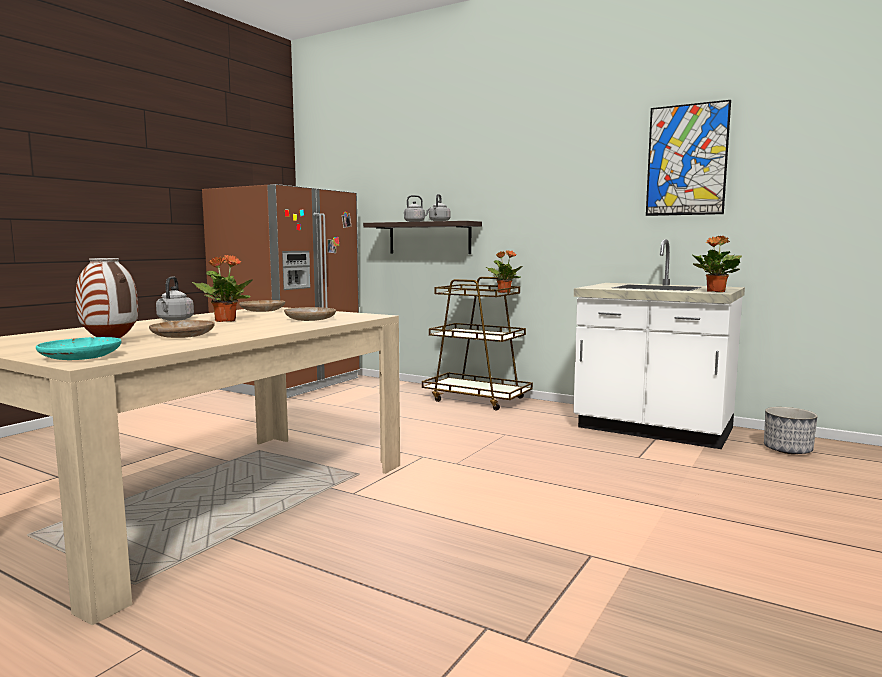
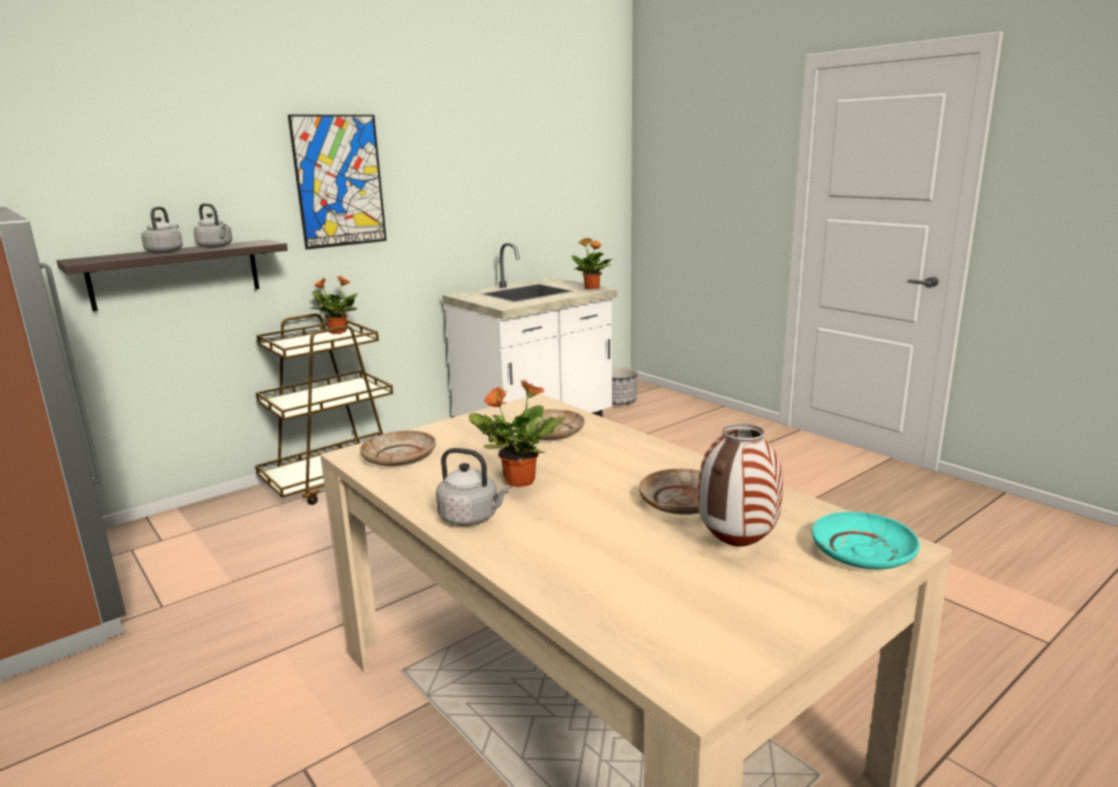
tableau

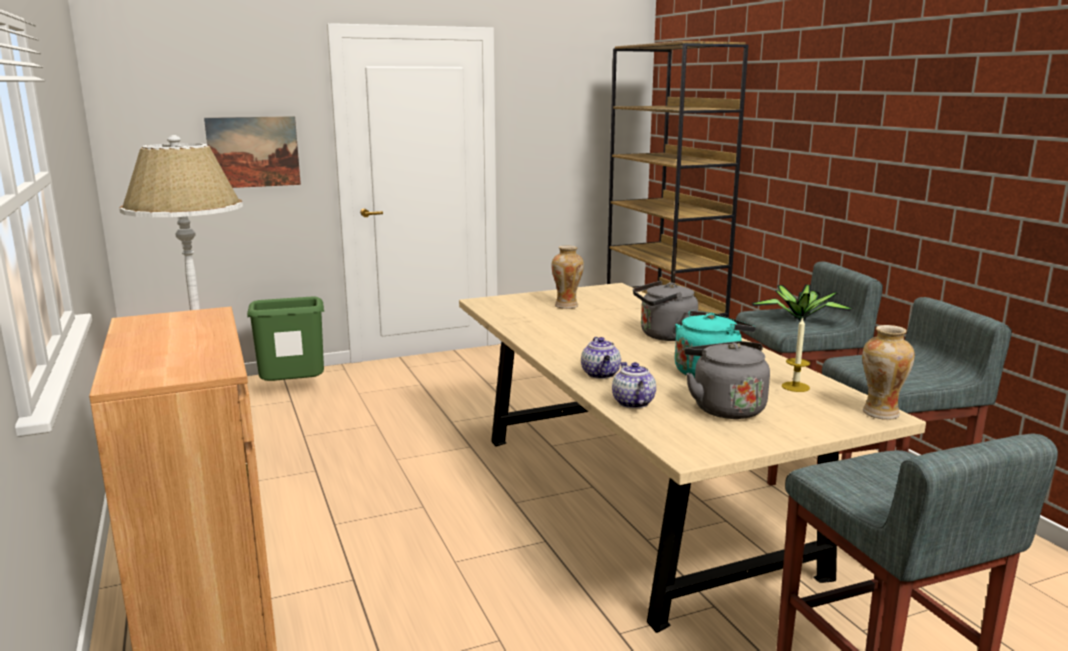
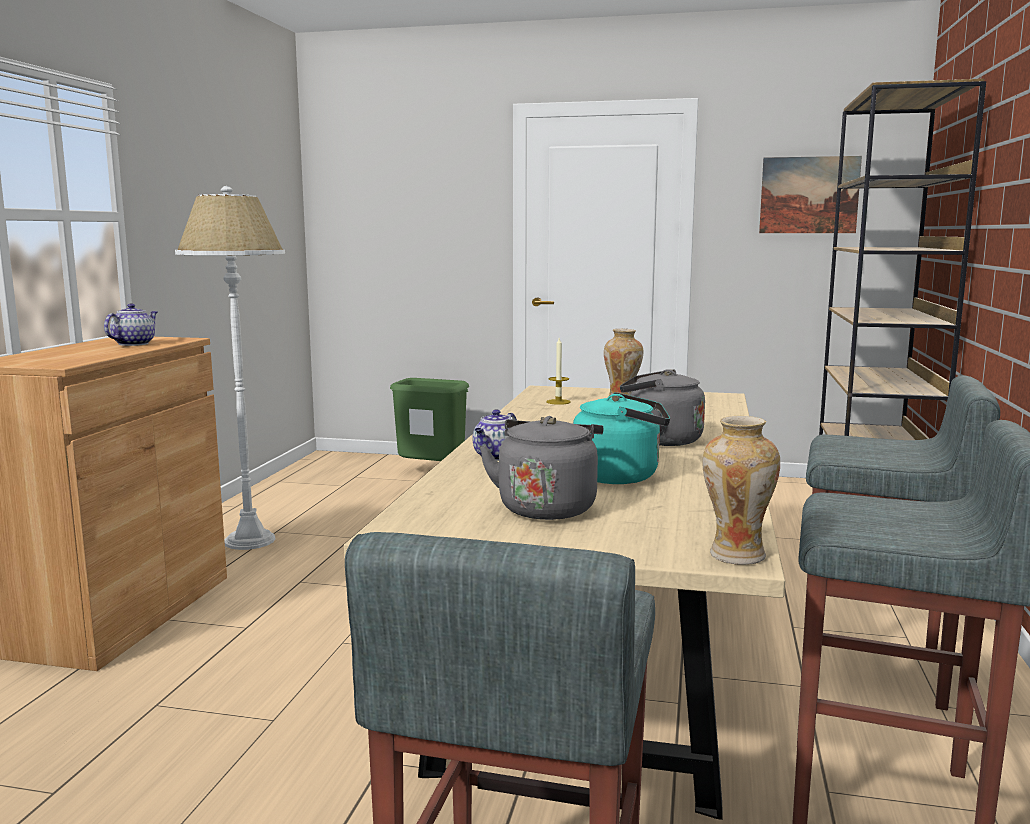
plante en pot; tableau; théière (1st from left); bougie

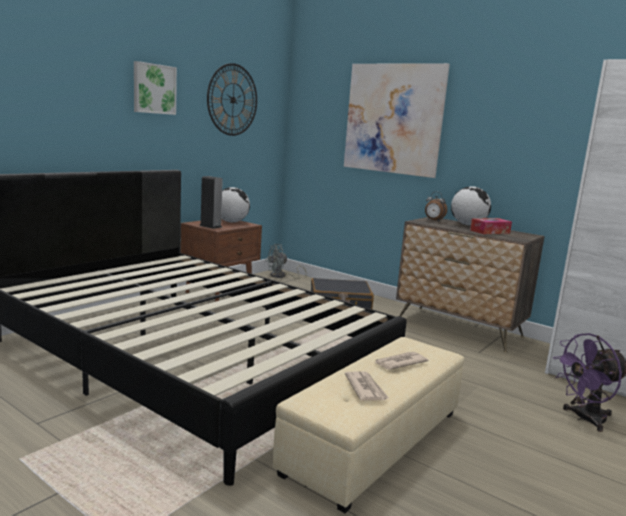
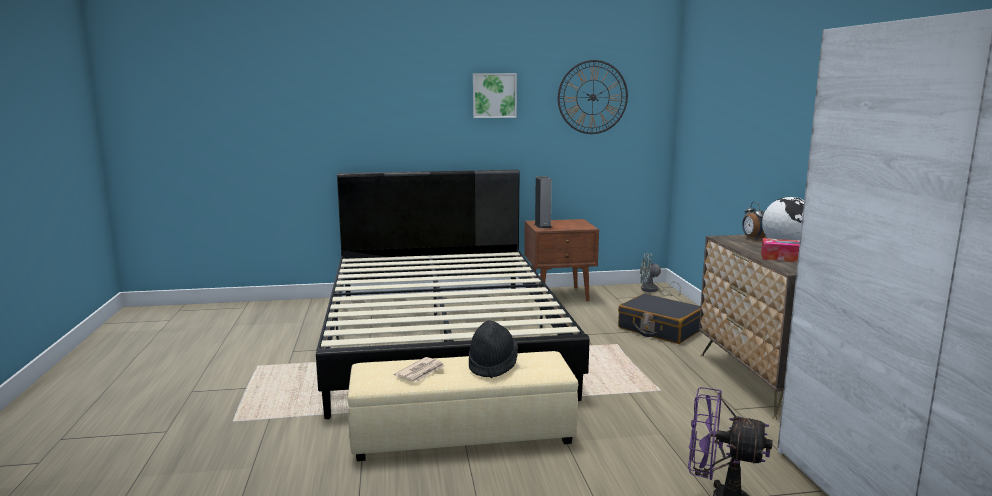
globe (1st from left in the first image); tableau (2nd from left in the first image); chapeau (noir)

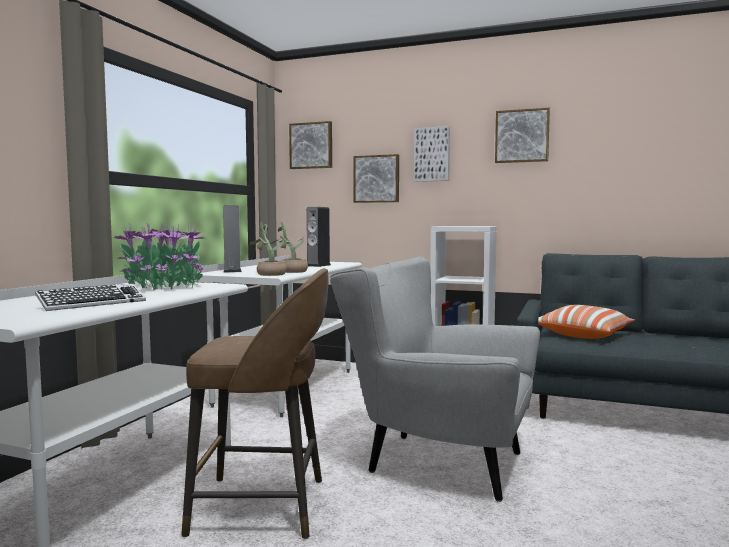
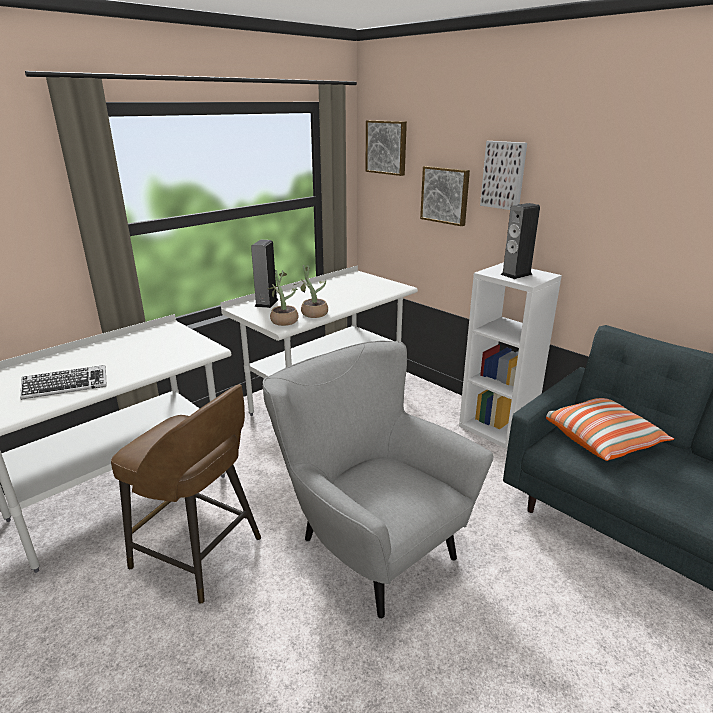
plante en pot (1st from left in the first image); tableau (4th from left in the first image); enceinte (2nd from left)

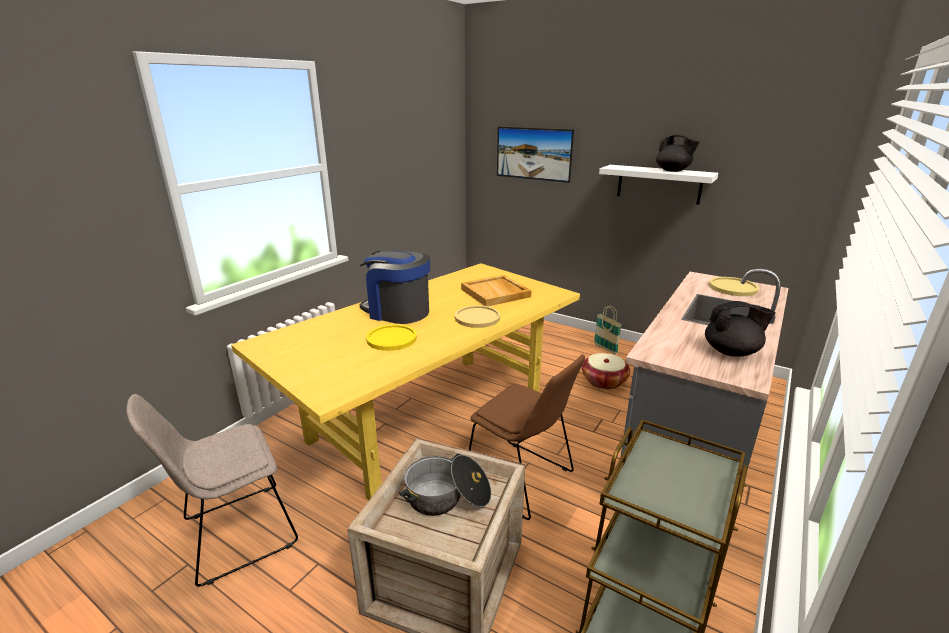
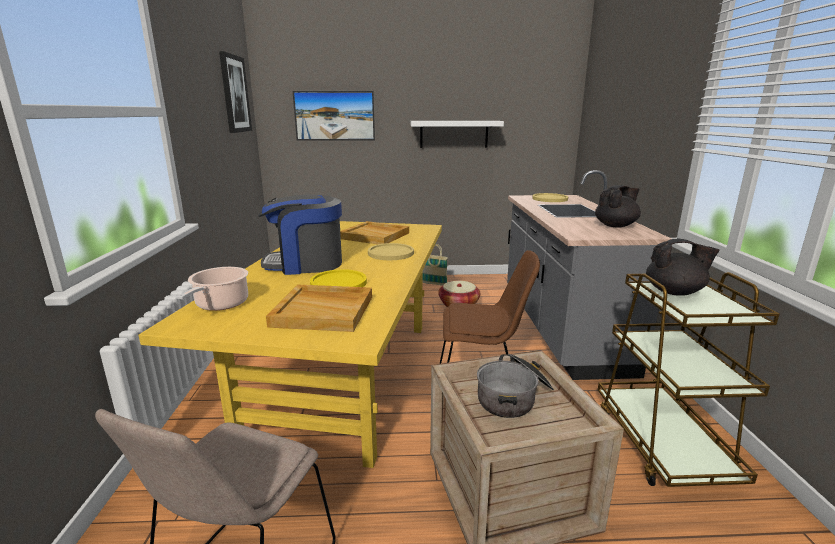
marmite (1st from left); tableau (1st from left); plateau (beige) (1st from left); théière (noir) (2nd from left)

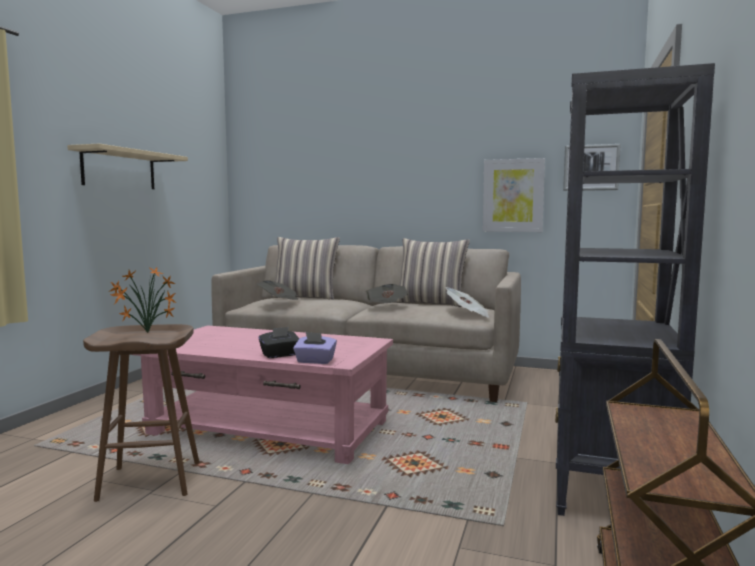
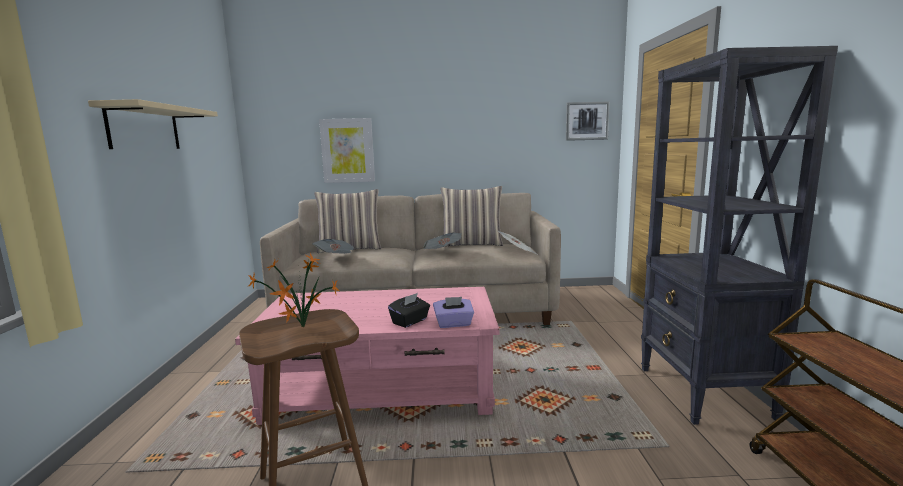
tableau (1st from left)

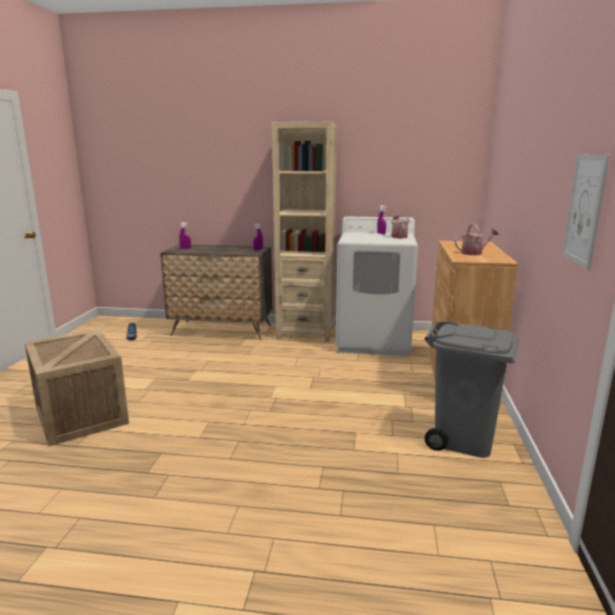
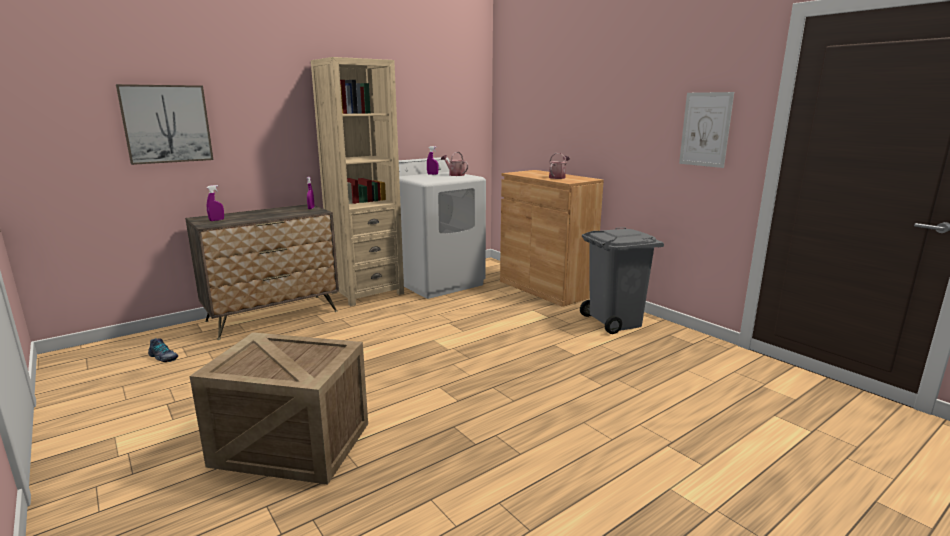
tableau (1st from left)

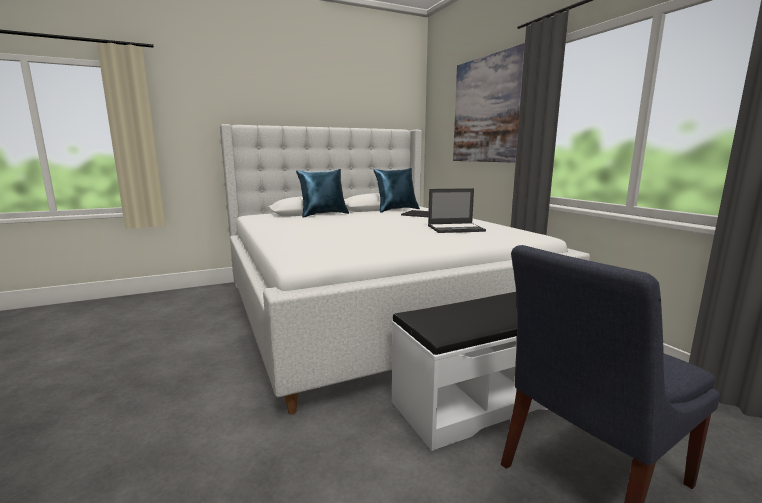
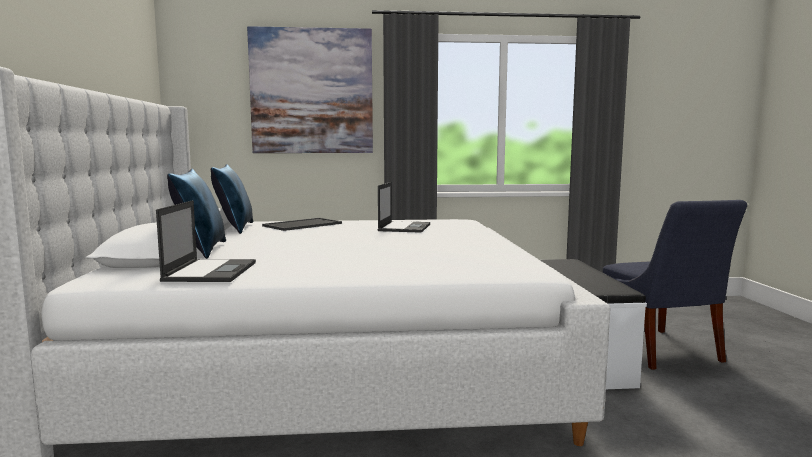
ordinateur portable (1st from left)

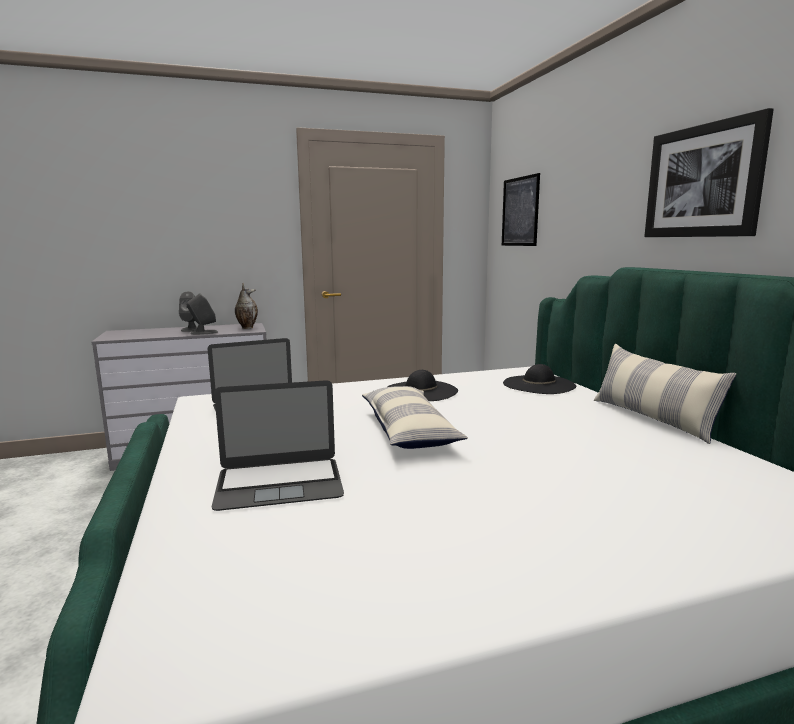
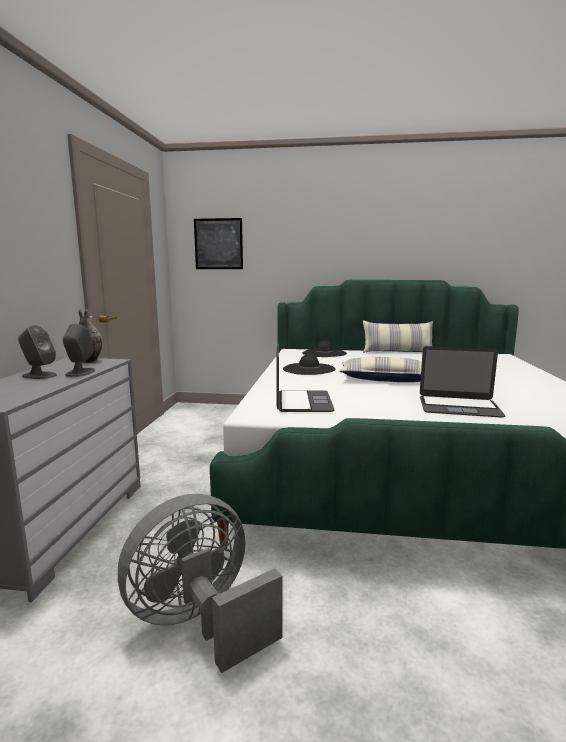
tableau (2nd from left in the first image); ventilateur (gris); ordinateur portable (2nd from left)

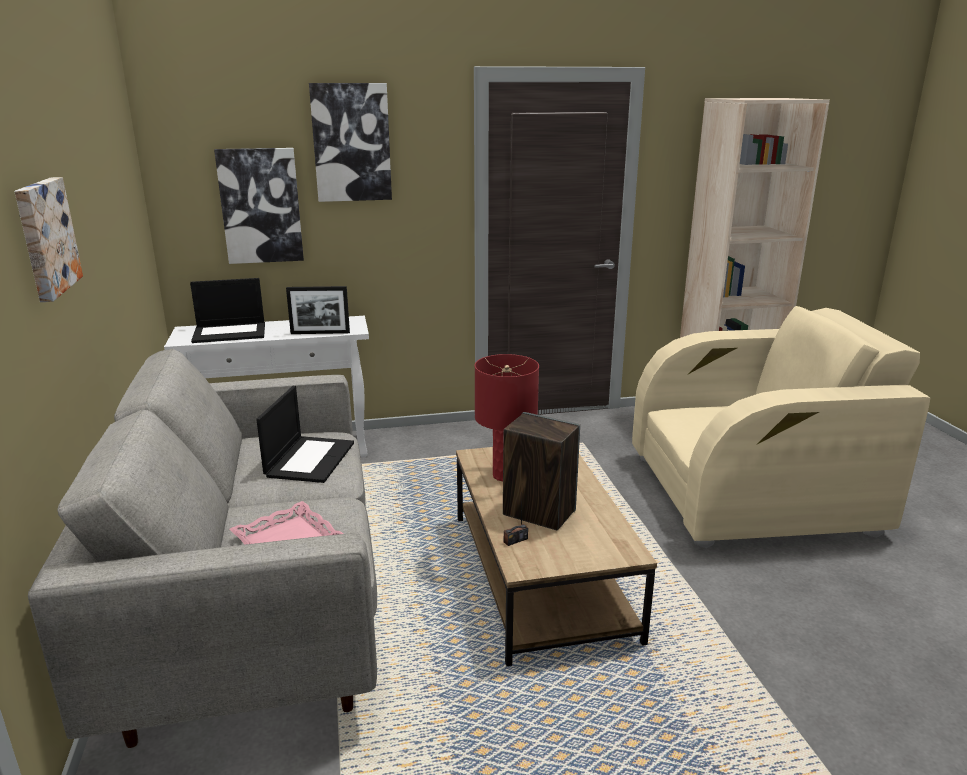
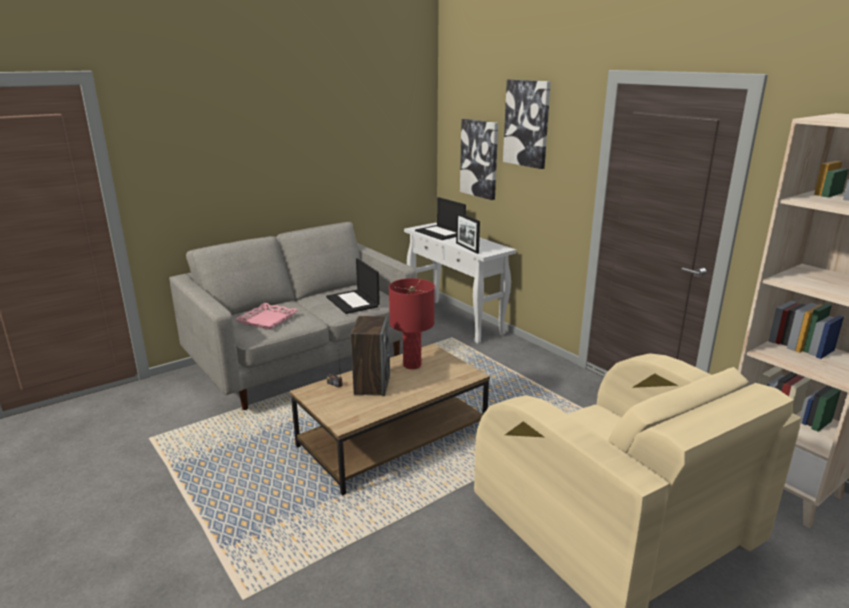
tableau (1st from left in the first image); ordinateur portable (1st from left)

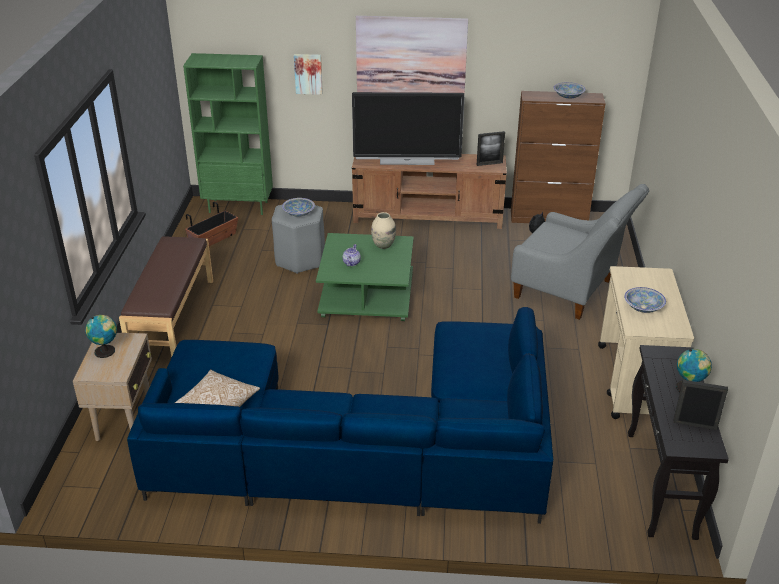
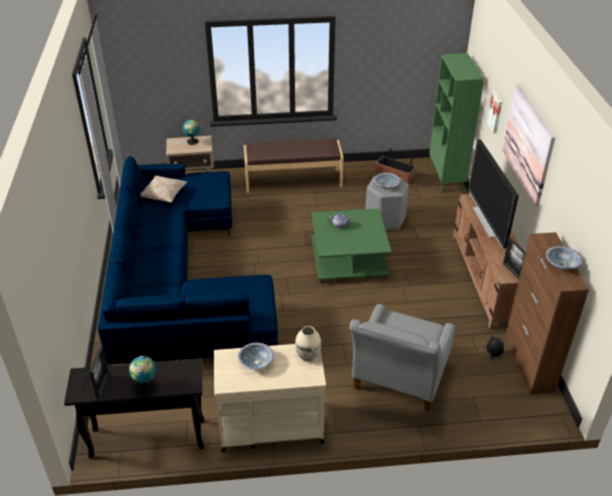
vase (beige)

